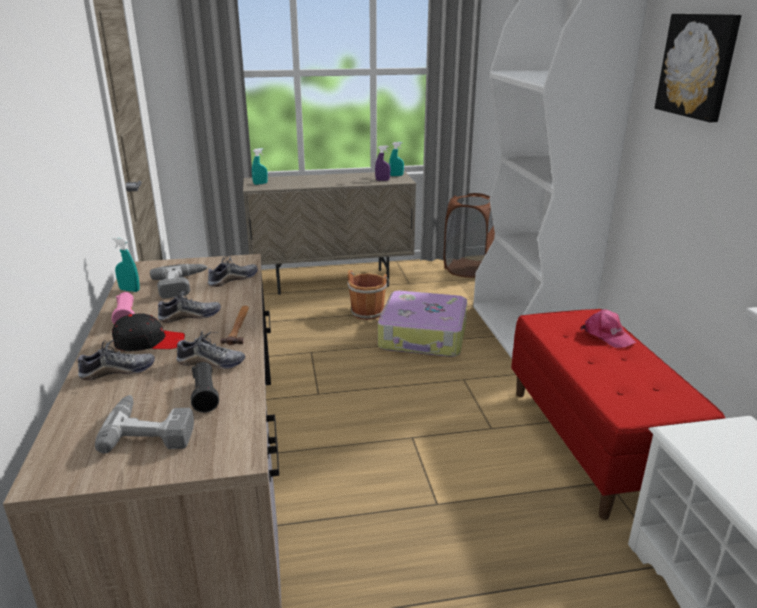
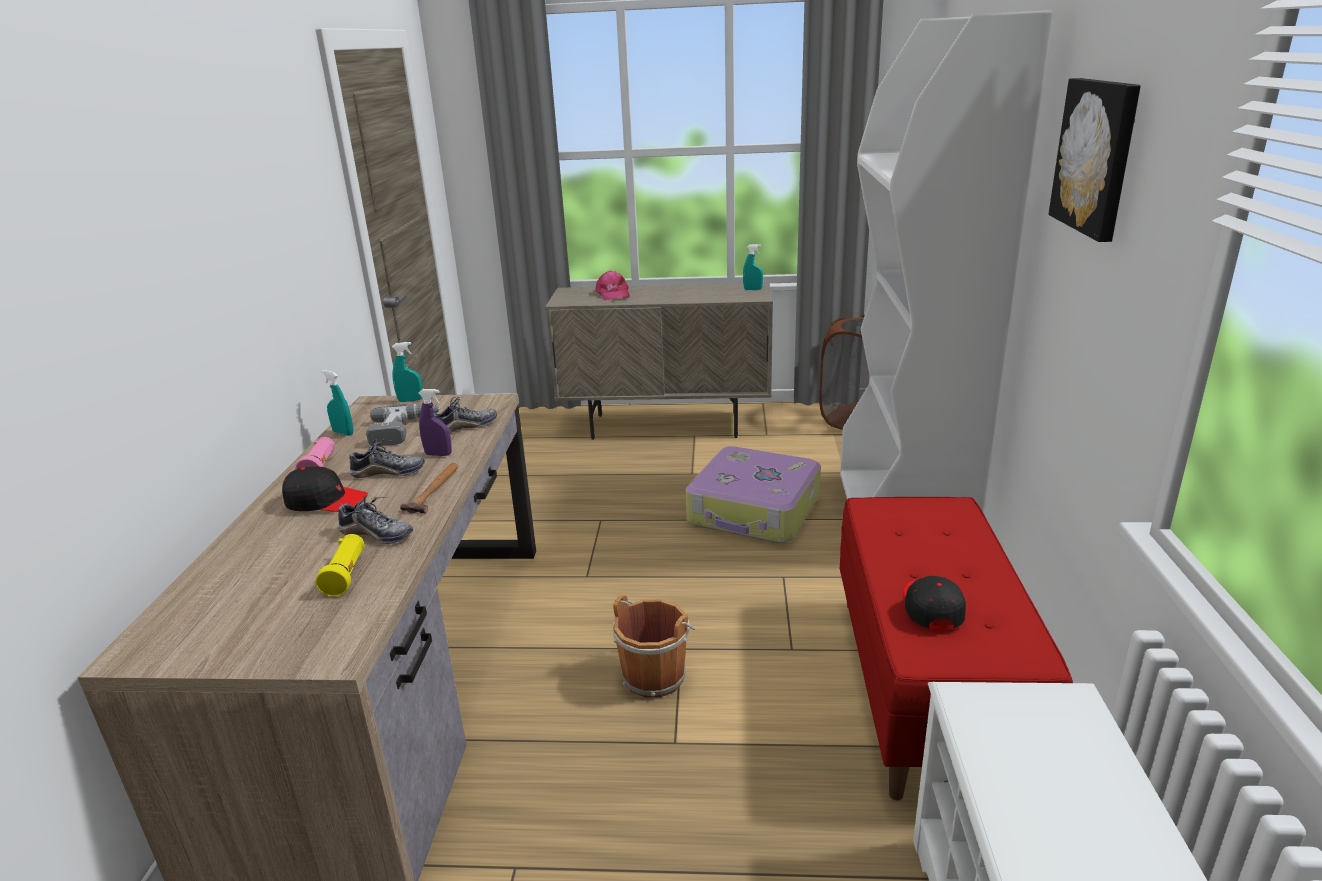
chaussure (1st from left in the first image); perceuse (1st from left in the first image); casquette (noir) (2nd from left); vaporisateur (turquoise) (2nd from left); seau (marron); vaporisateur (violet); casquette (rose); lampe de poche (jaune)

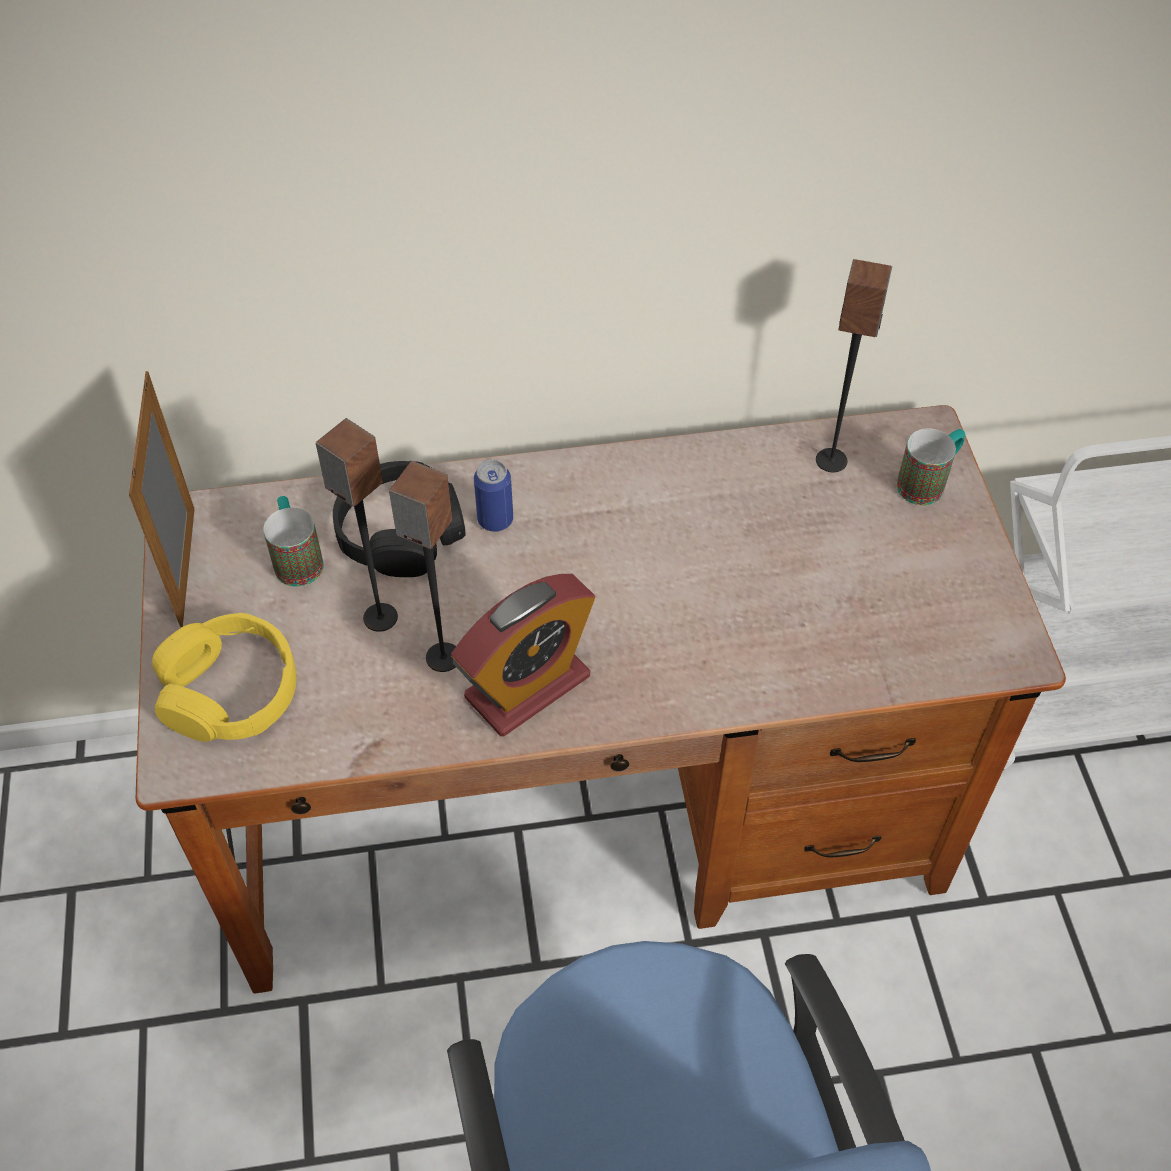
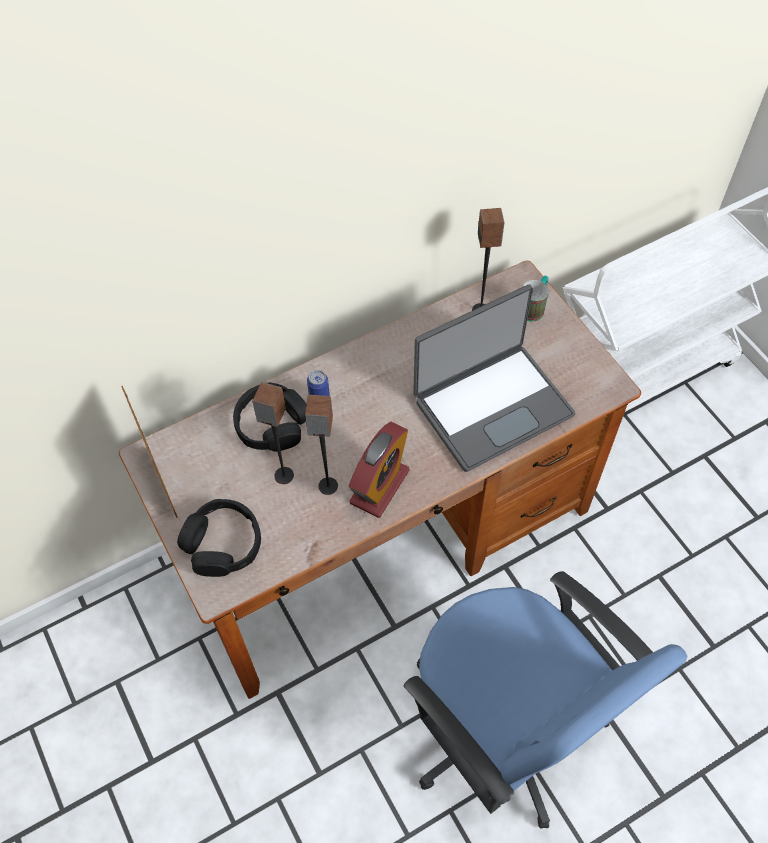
mug (1st from left in the first image); ordinateur portable; casque audio (noir) (1st from left)

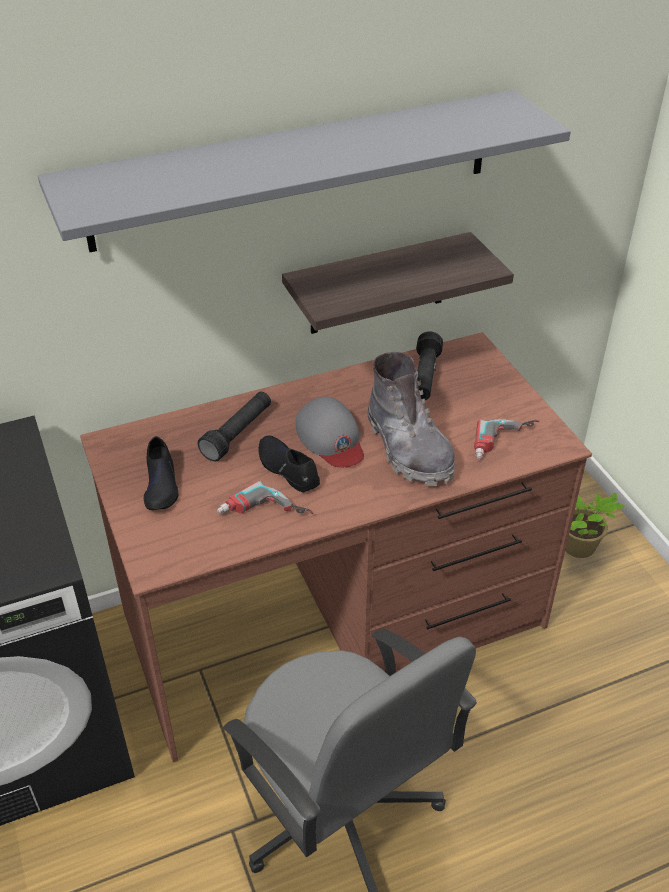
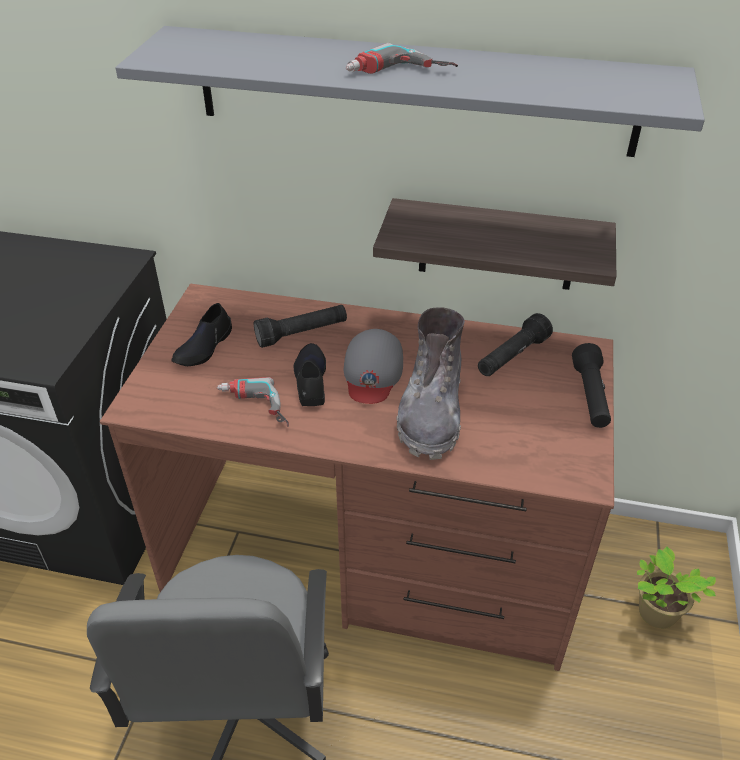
lampe de poche (noir) (3rd from left); perceuse (2nd from left)

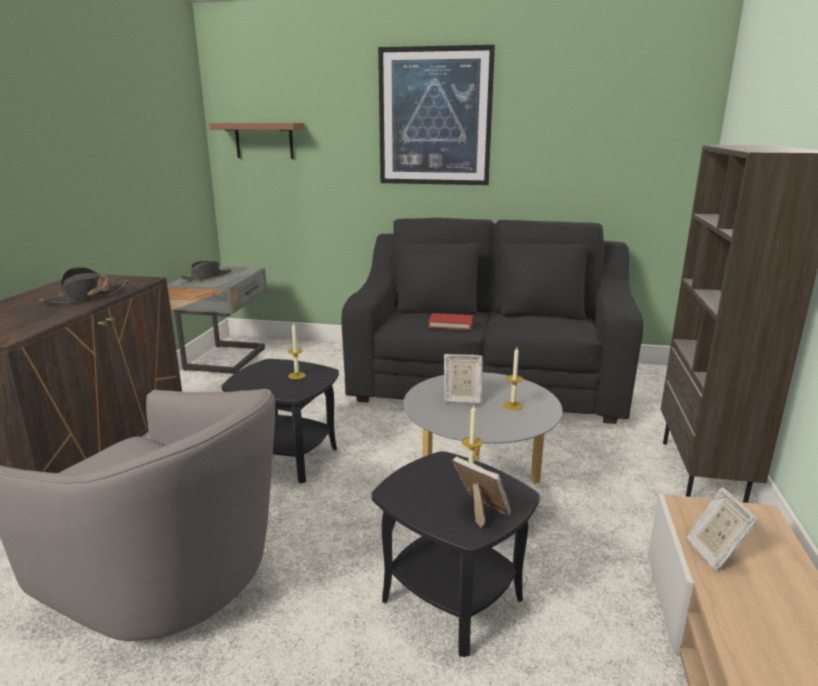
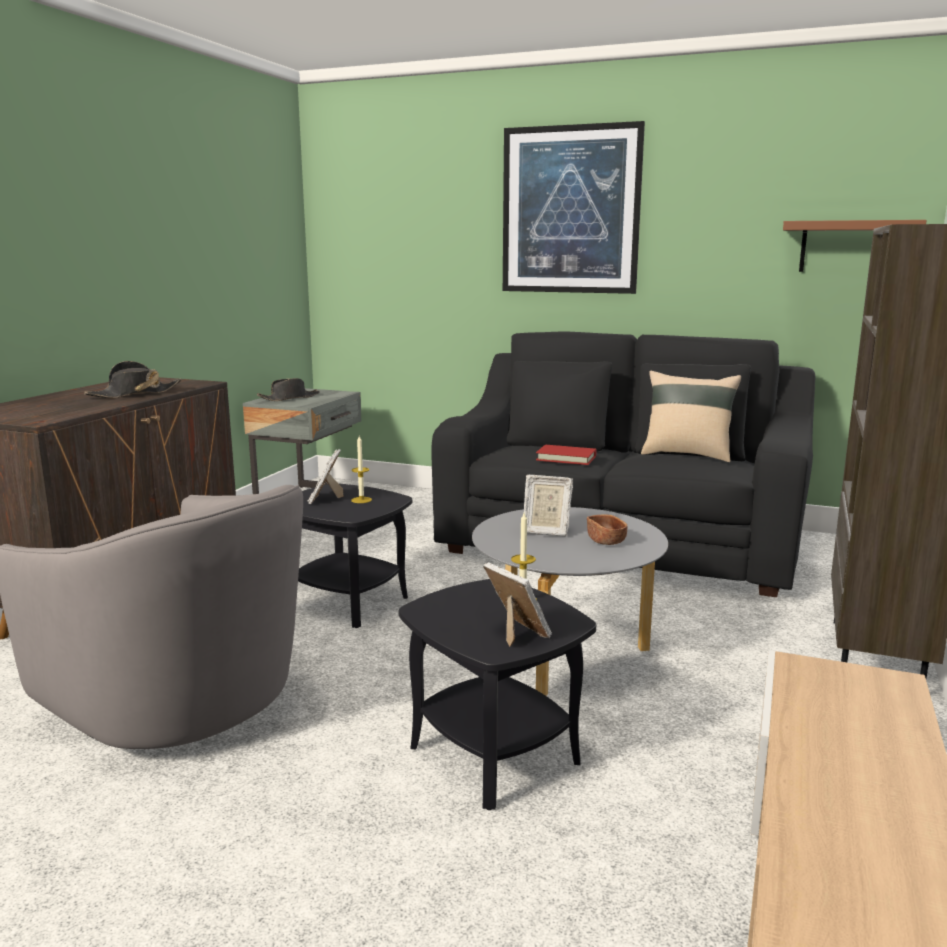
coussin (beige); étagère (marron); cadre photo (1st from left); bol (marron)

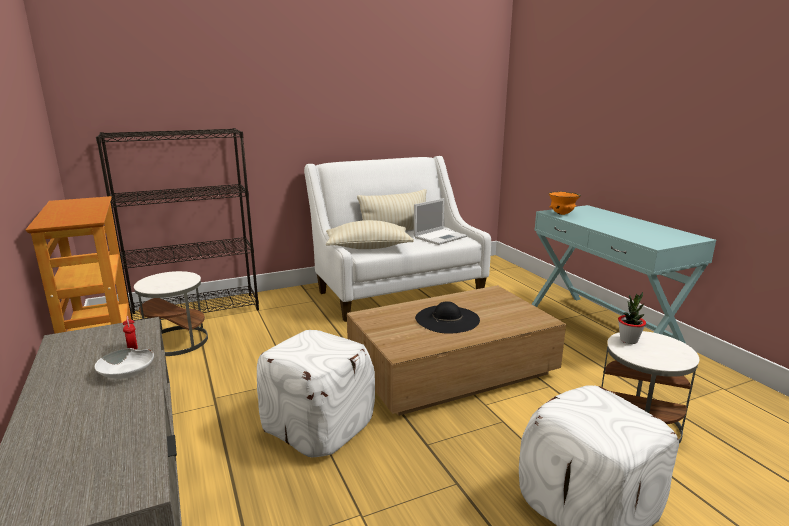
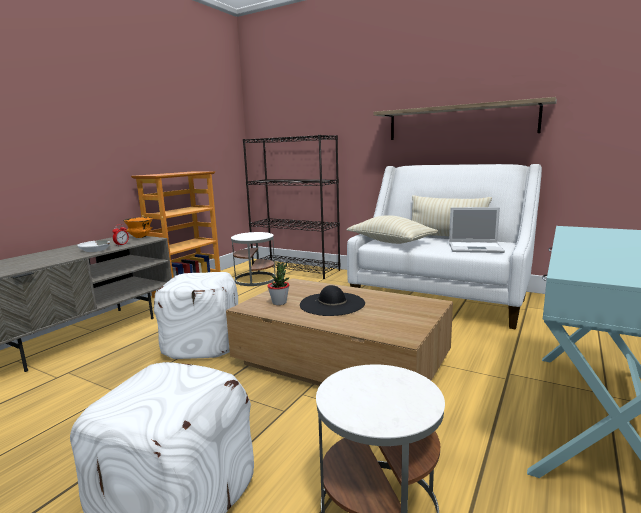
étagère; bol (orange); plante en pot

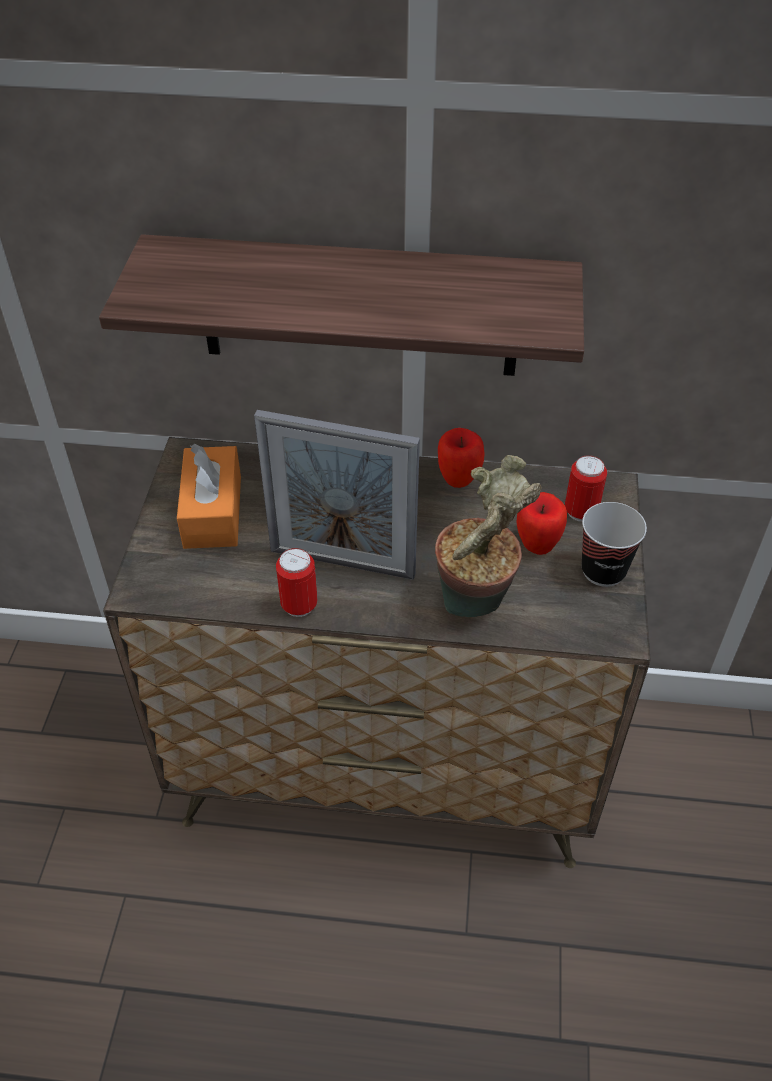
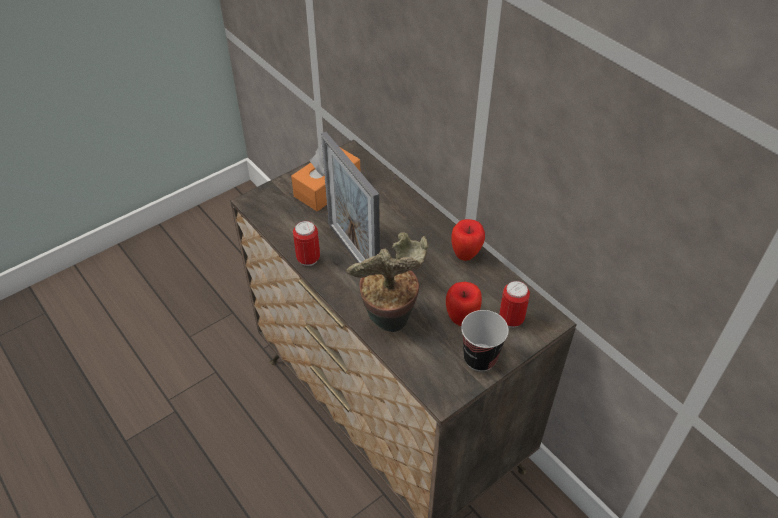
étagère

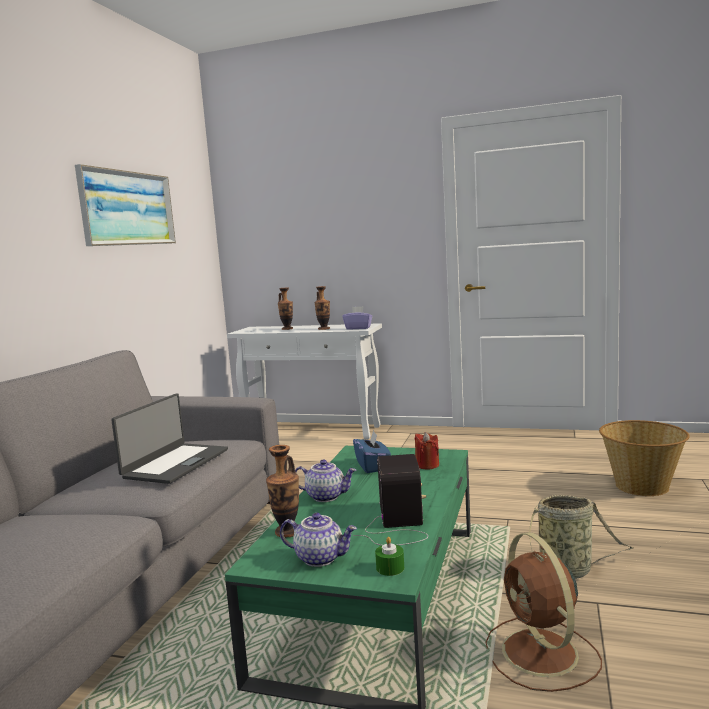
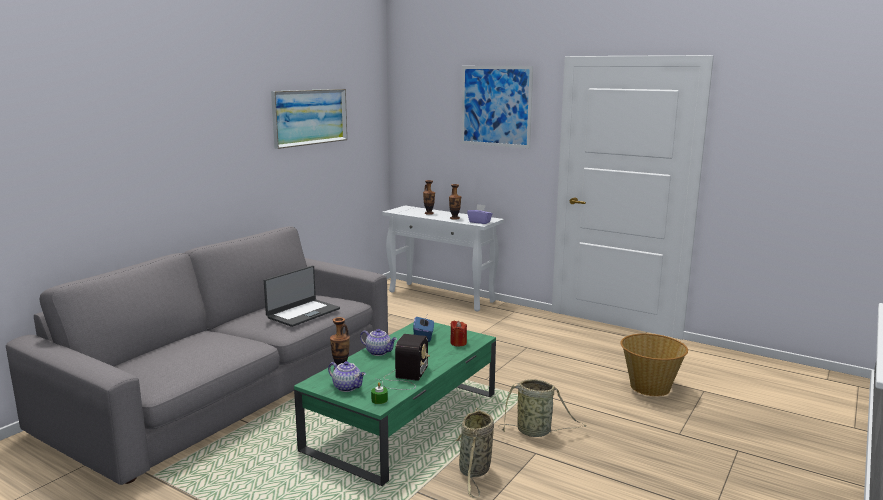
tableau (2nd from left); panier (1st from left)

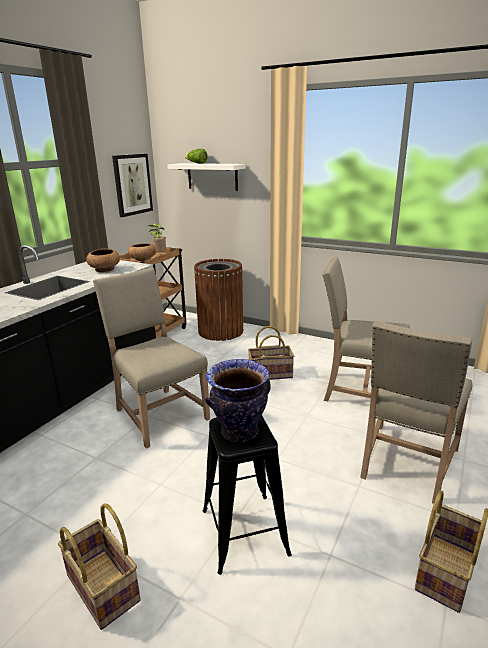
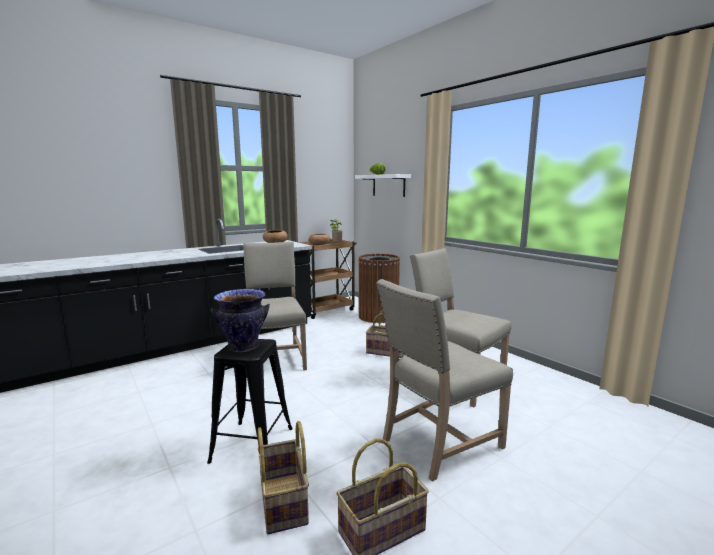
tableau; panier (1st from left)

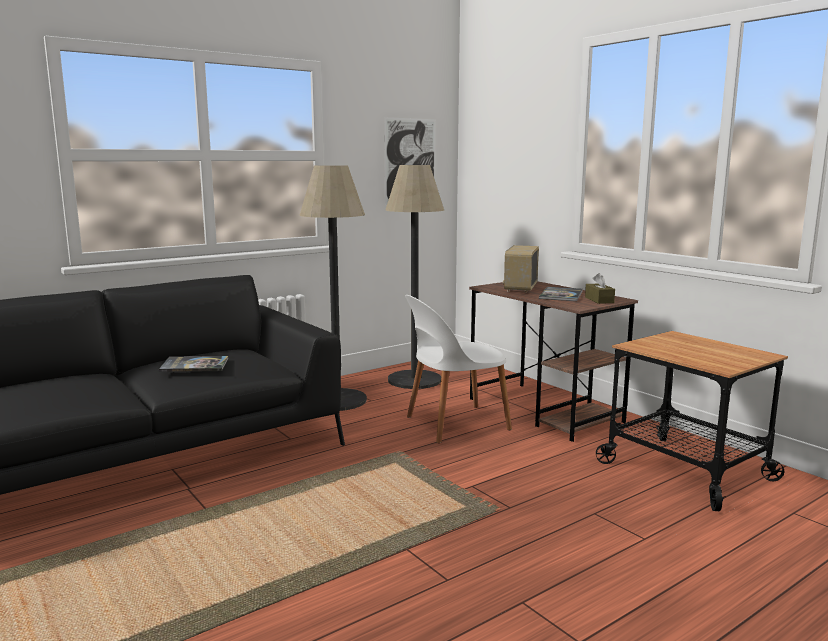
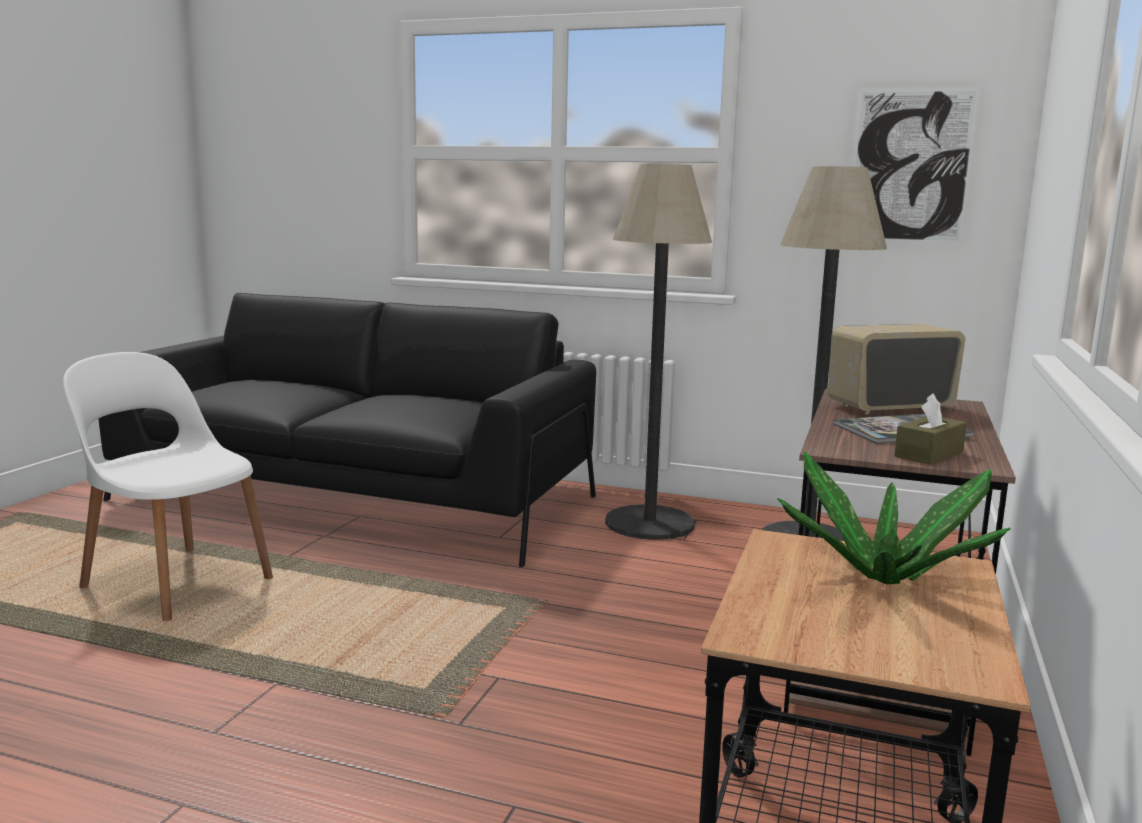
livre (1st from left in the first image); plante en pot; chaise (blanc)

